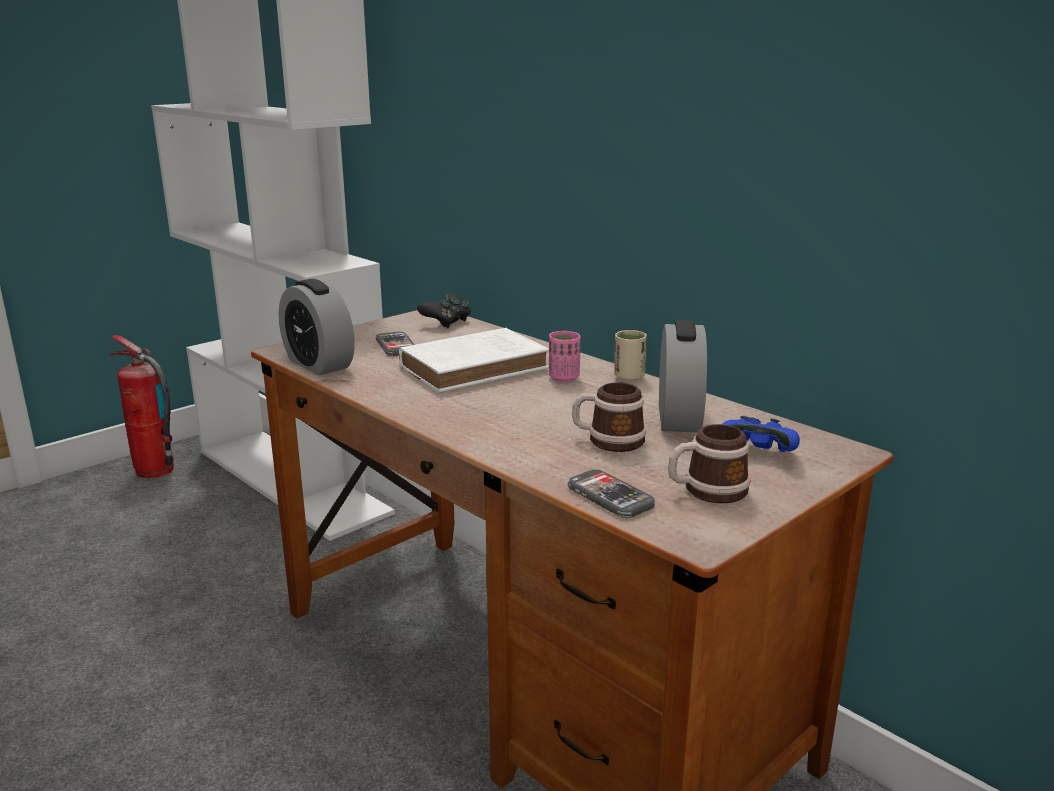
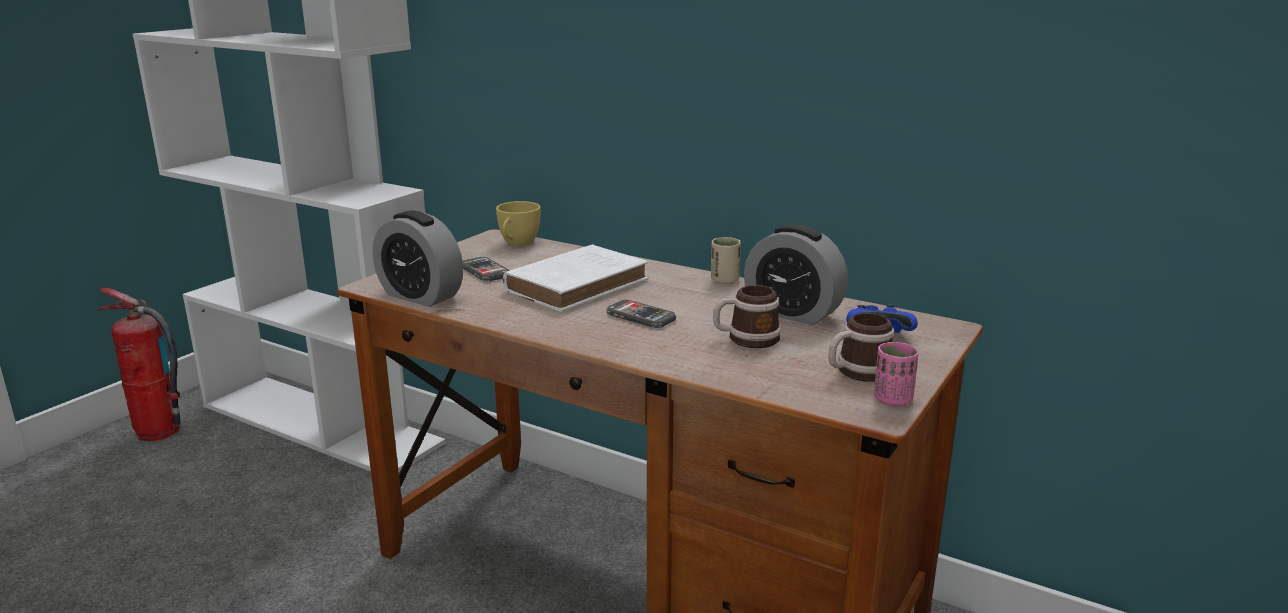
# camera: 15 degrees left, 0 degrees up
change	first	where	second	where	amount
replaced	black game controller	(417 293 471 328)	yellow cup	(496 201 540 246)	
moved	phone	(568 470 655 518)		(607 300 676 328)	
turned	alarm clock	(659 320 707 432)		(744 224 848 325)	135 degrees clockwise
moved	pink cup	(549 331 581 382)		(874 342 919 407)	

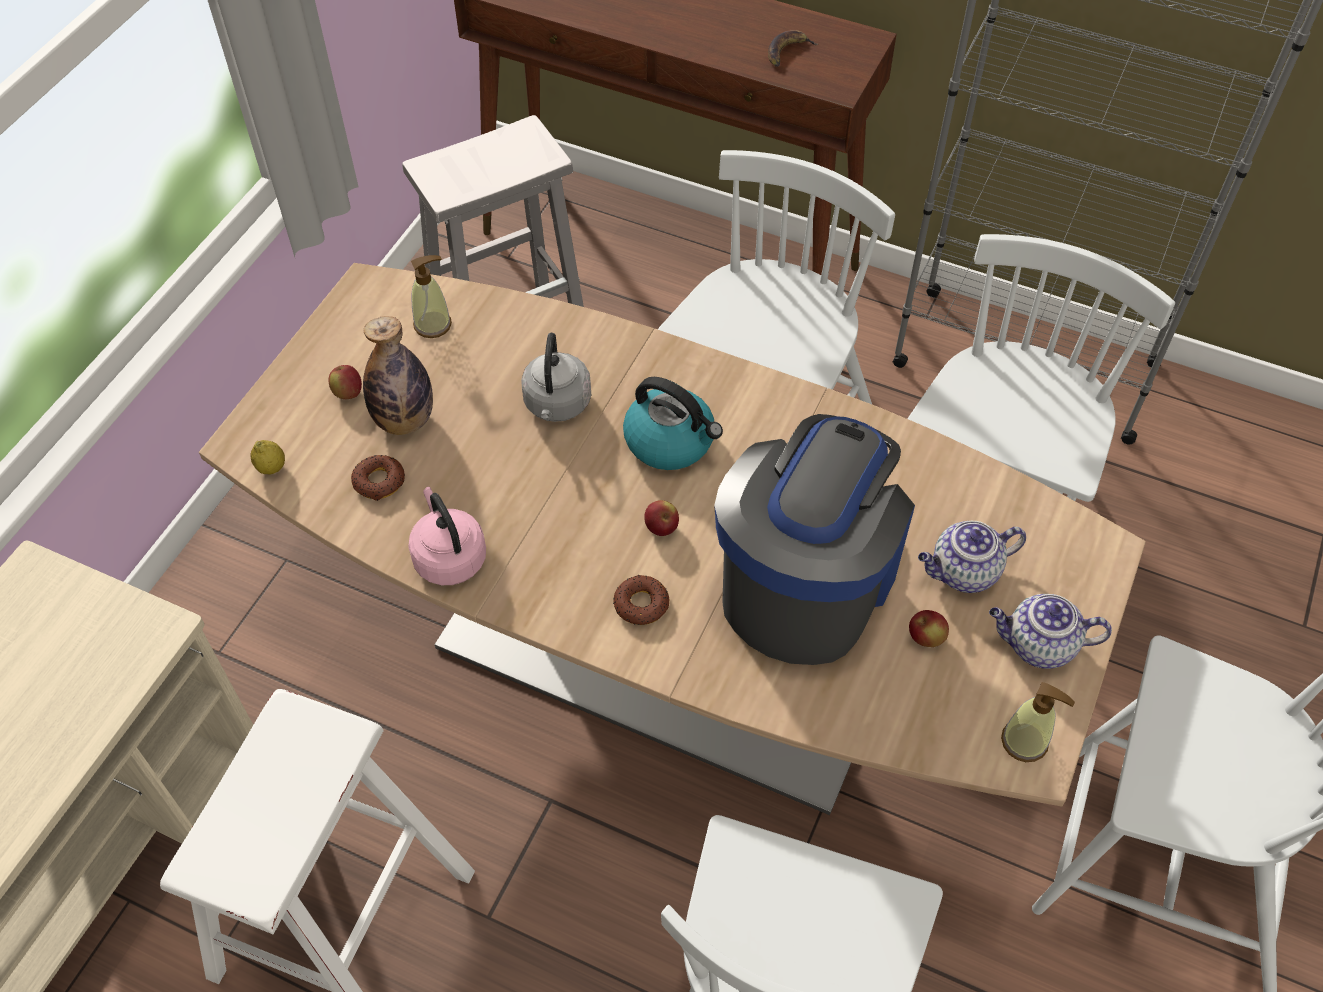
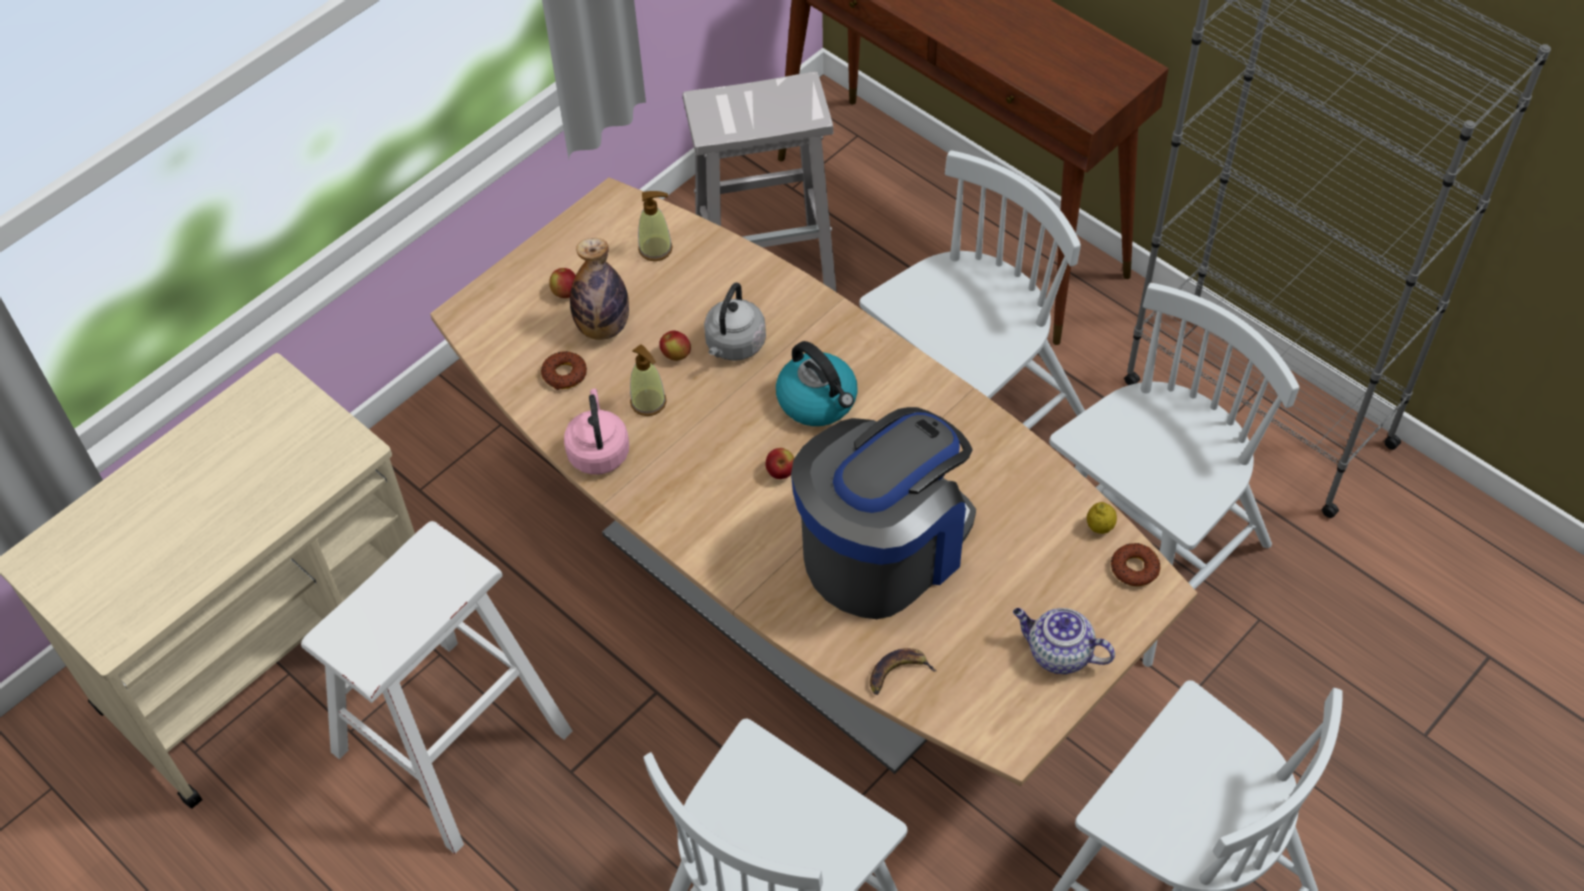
# camera: 20 degrees right, 0 degrees up
change	first	where	second	where	amount
moved	soap dispenser	(1001 682 1075 762)		(630 344 667 416)	
moved	apple	(909 610 949 647)		(659 330 691 361)	
moved	banana	(768 30 818 67)		(870 648 937 695)	
moved	lemon	(251 440 285 475)		(1087 502 1117 534)	
moved	donut	(613 575 669 625)		(1111 543 1160 586)	
removed	teapot	(918 521 1026 593)			

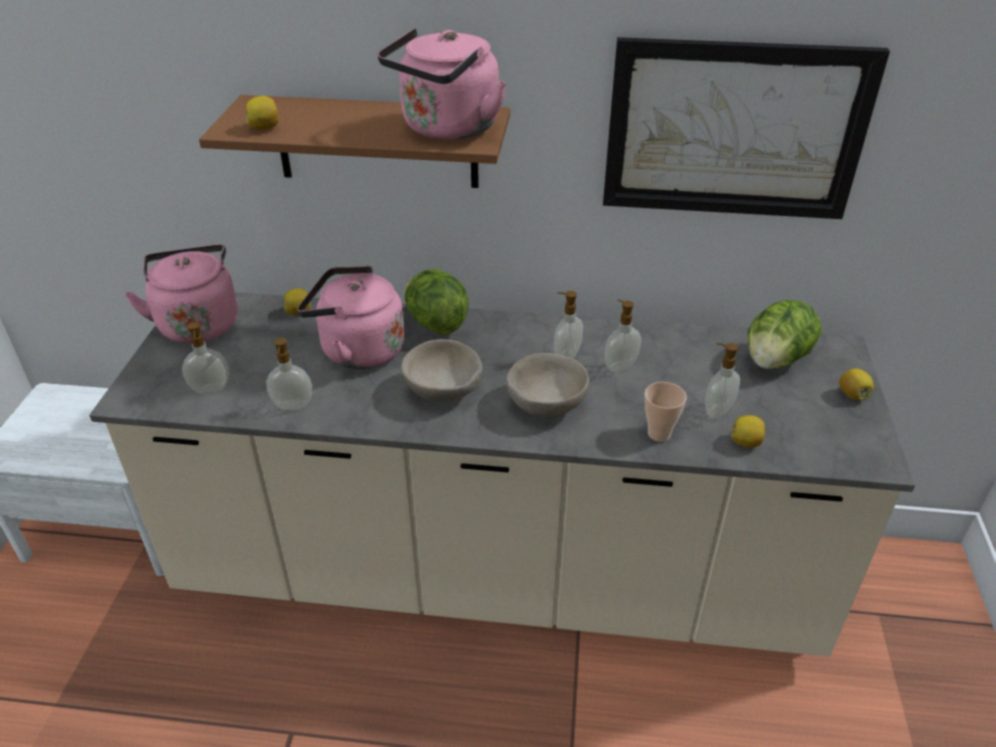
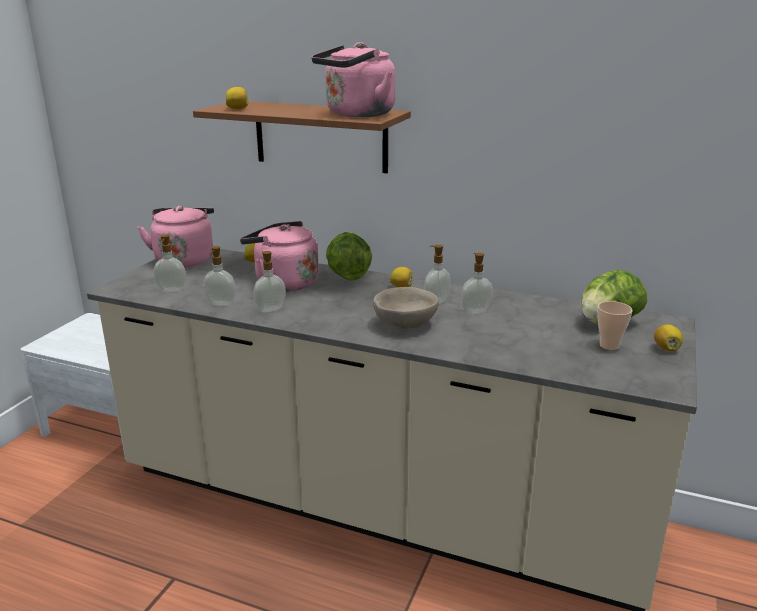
# camera: 15 degrees right, 15 degrees down
change	first	where	second	where	amount
moved	soap dispenser	(705 343 740 419)		(253 251 286 312)	
moved	lemon	(731 415 765 447)		(391 267 414 287)	
moved	cup	(644 382 687 442)		(597 301 633 350)	
removed	beige bowl	(401 339 482 402)			
removed	picture	(603 37 890 219)			

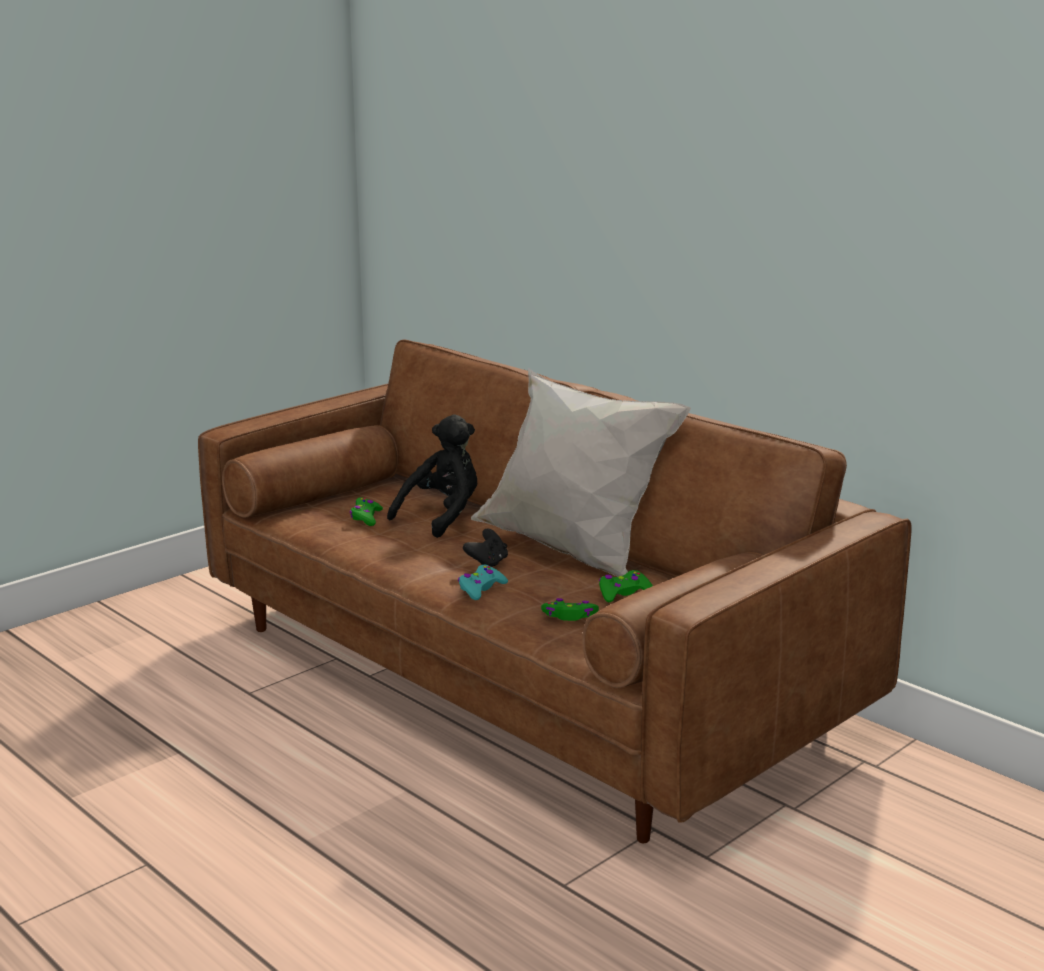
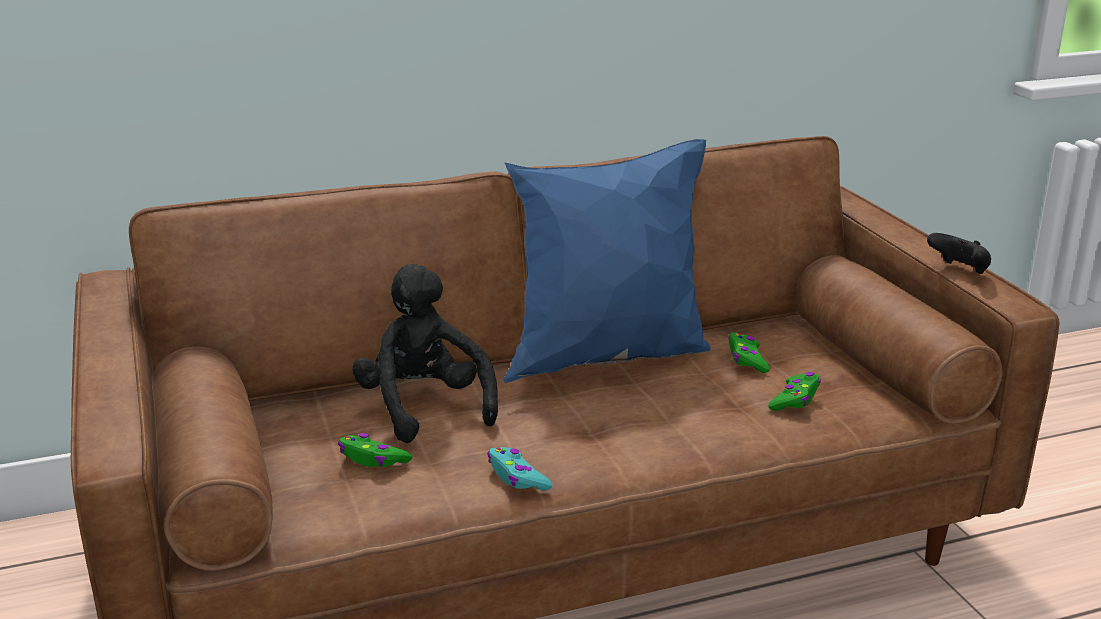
# camera: 65 degrees left, 5 degrees up
change	first	where	second	where	amount
moved	turquoise game controller	(458 565 508 600)		(487 447 553 491)	
recoloured	white pillow	(471 368 691 577)	blue pillow	(503 139 711 383)	
moved	black game controller	(463 528 508 567)		(927 233 991 274)	

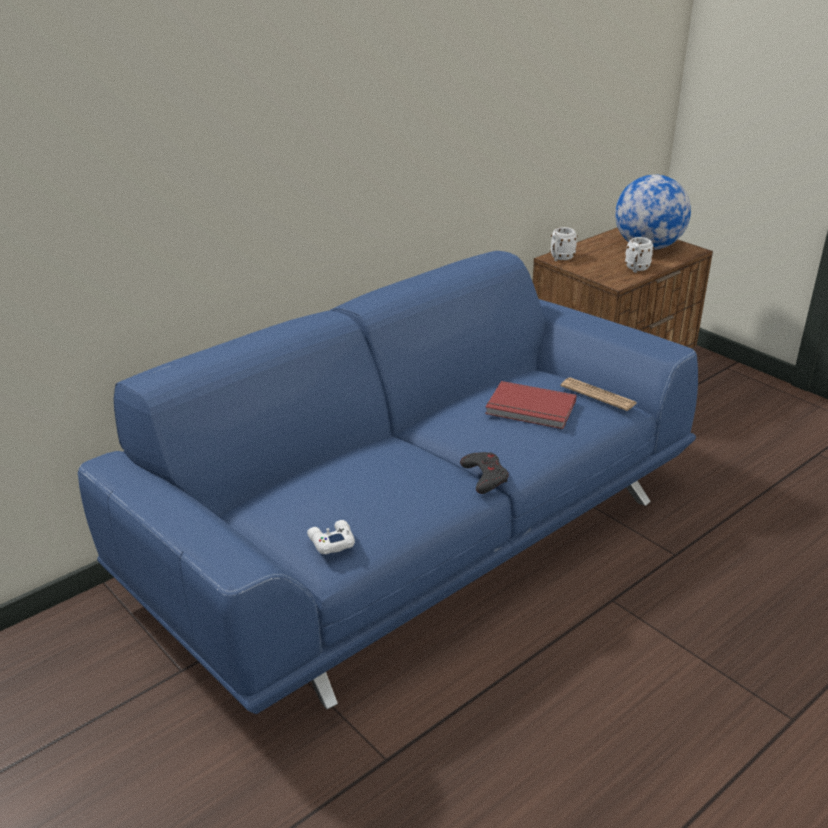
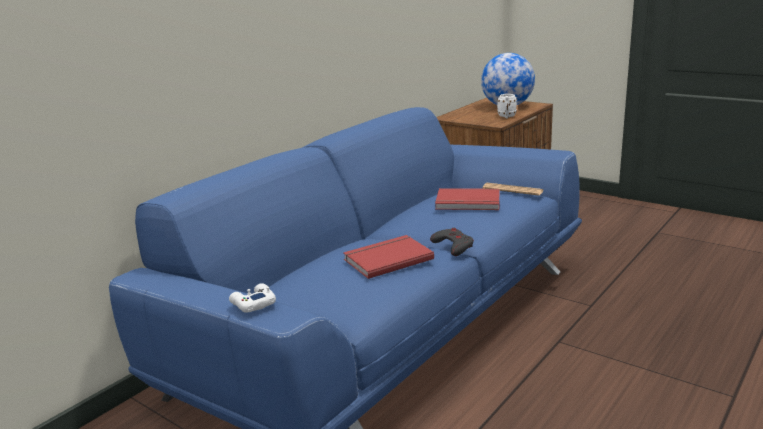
# camera: 10 degrees left, 10 degrees down
change	first	where	second	where	amount
moved	white game controller	(307 520 355 554)		(229 283 276 313)	
added			red book	(343 235 434 279)	
removed	white mug	(550 227 578 261)			

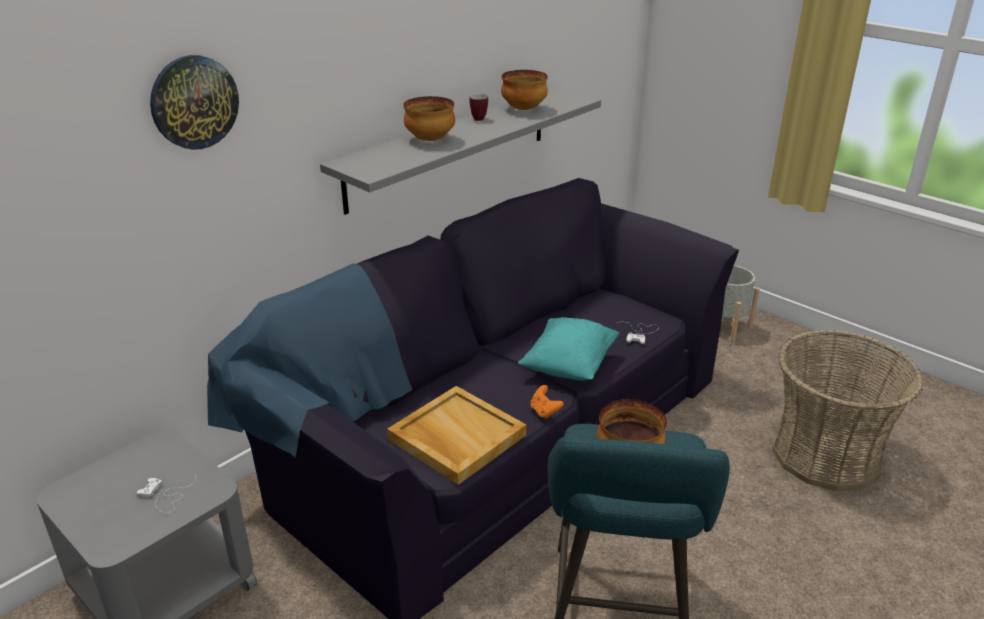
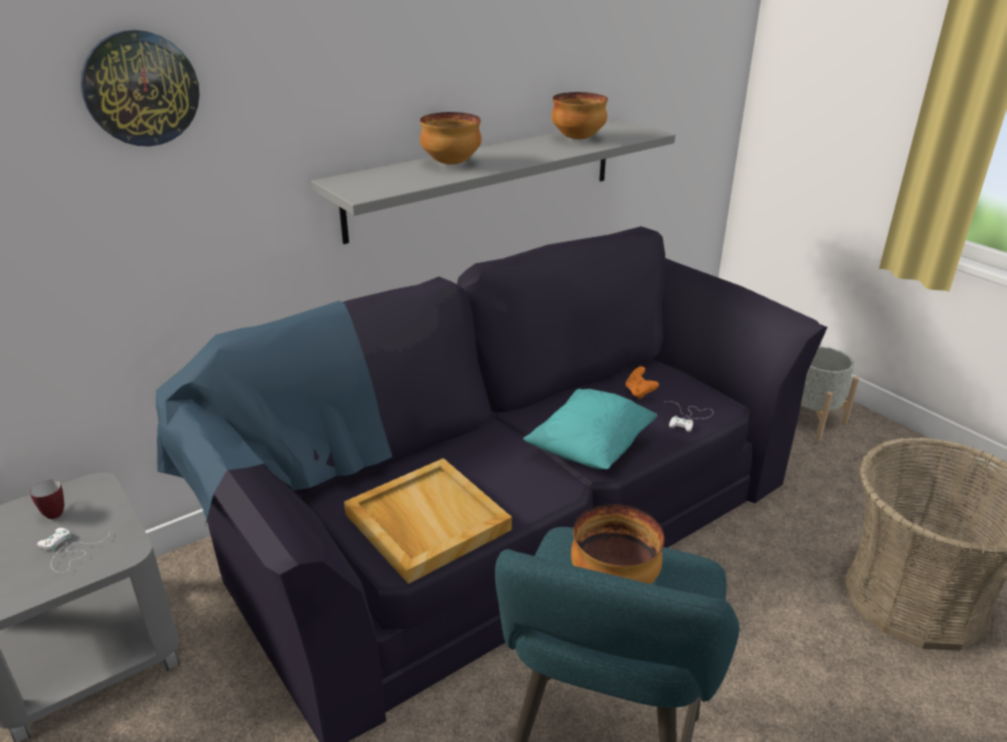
# camera: 10 degrees right, 0 degrees up
change	first	where	second	where	amount
moved	mug	(469 94 488 121)		(30 480 64 519)	
moved	orange game controller	(530 385 564 419)		(626 366 659 399)	

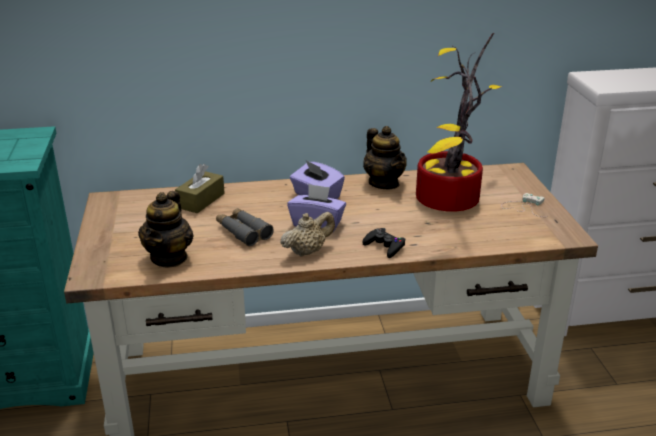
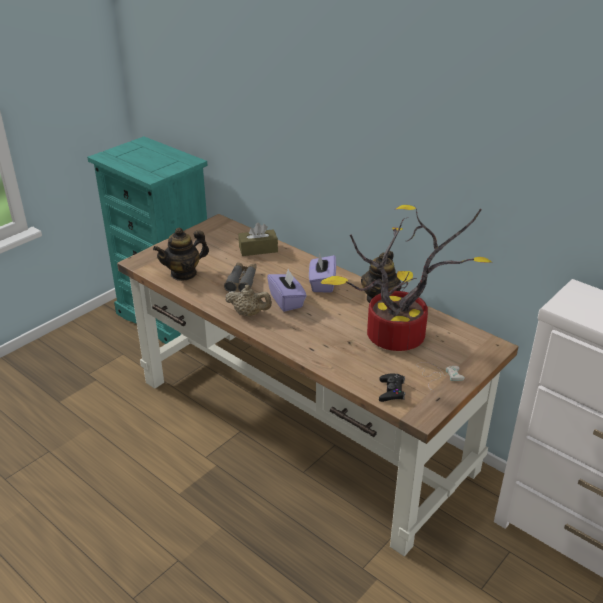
# camera: 50 degrees right, 5 degrees up
change	first	where	second	where	amount
moved	black game controller	(363 228 406 258)		(379 373 405 402)	

